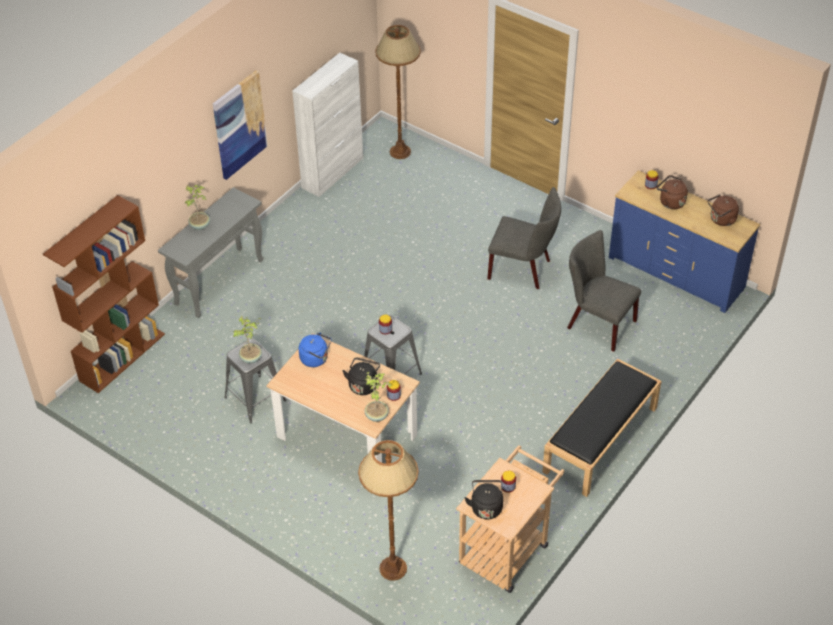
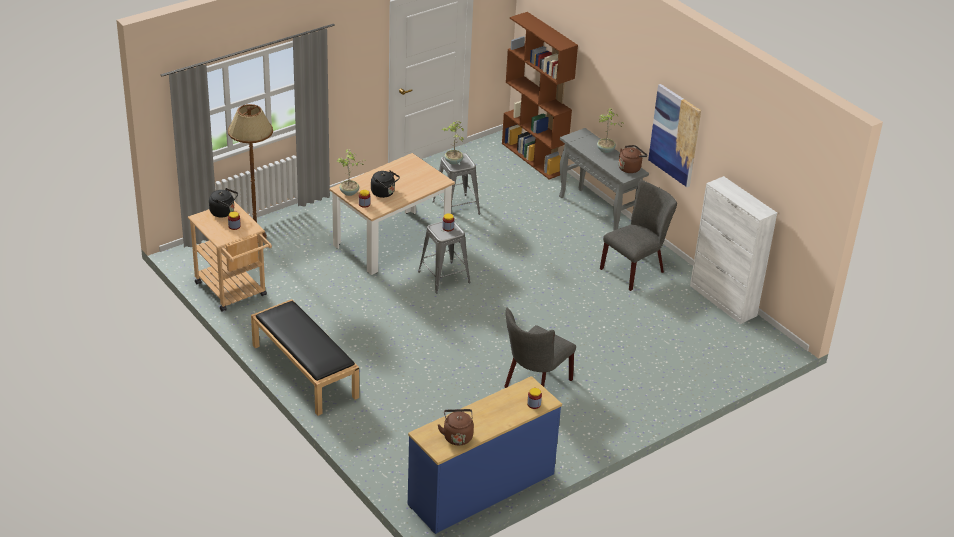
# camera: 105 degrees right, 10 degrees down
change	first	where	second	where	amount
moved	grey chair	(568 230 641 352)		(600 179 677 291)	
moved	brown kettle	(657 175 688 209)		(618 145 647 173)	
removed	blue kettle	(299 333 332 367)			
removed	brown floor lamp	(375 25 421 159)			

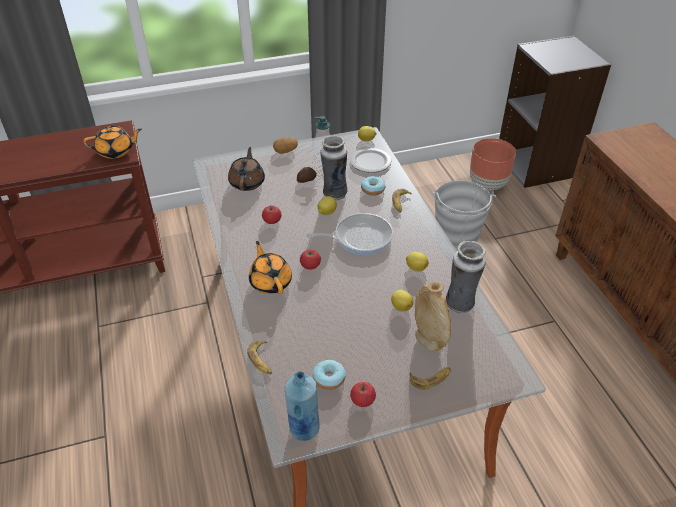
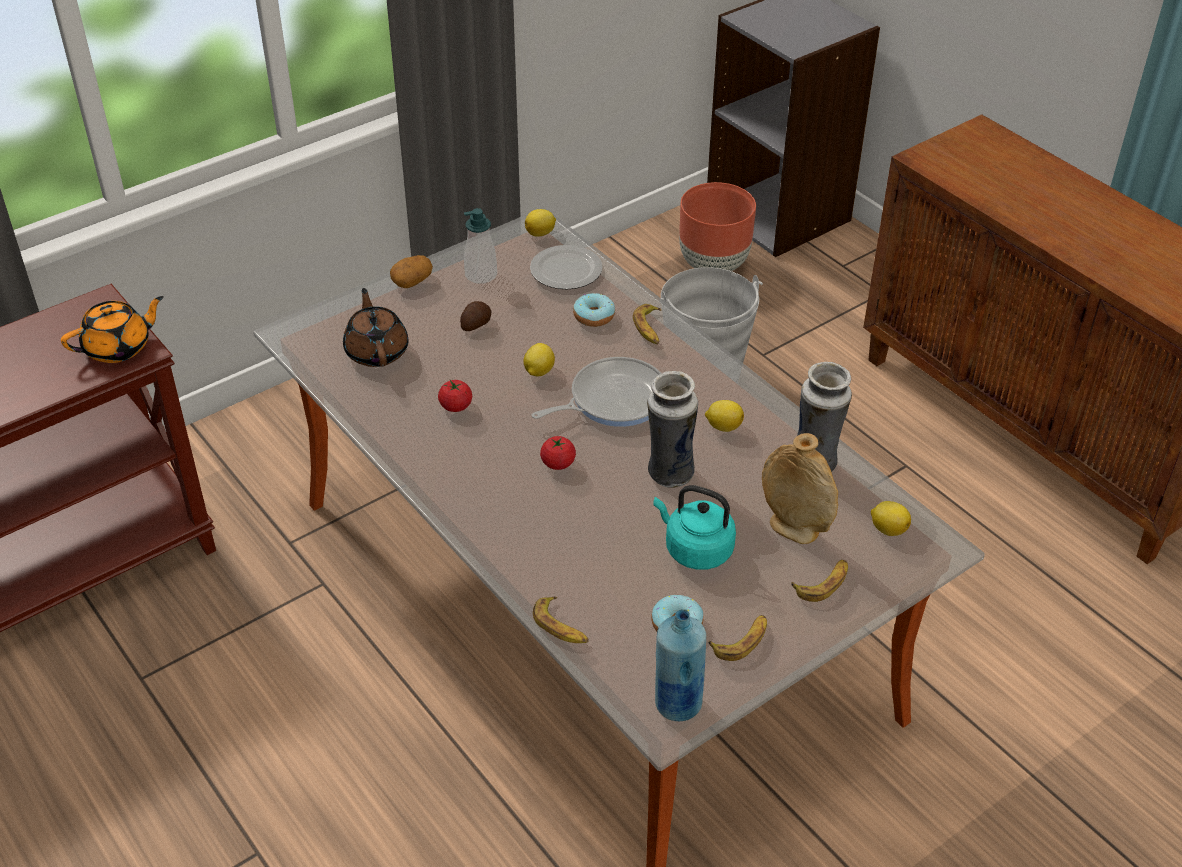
# camera: 20 degrees left, 0 degrees up
change	first	where	second	where	amount
moved	vase	(320 135 347 200)		(647 371 698 488)	
added			turquoise kettle	(653 485 736 570)	
replaced	tomato	(350 382 376 407)	banana	(709 615 767 661)	
moved	lemon	(391 290 413 312)		(871 501 911 536)	
removed	orange teapot	(249 241 292 294)			

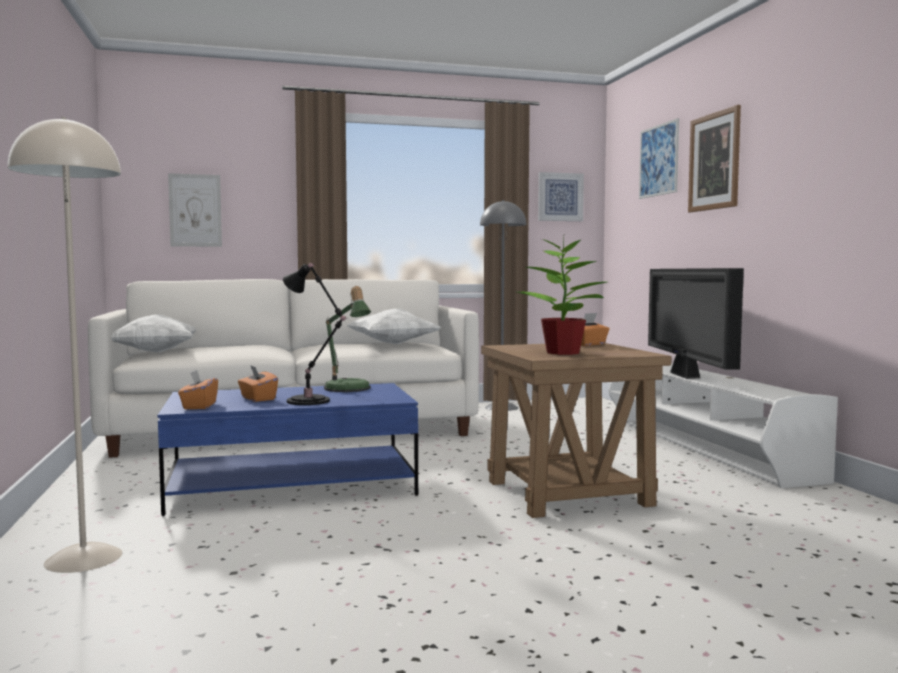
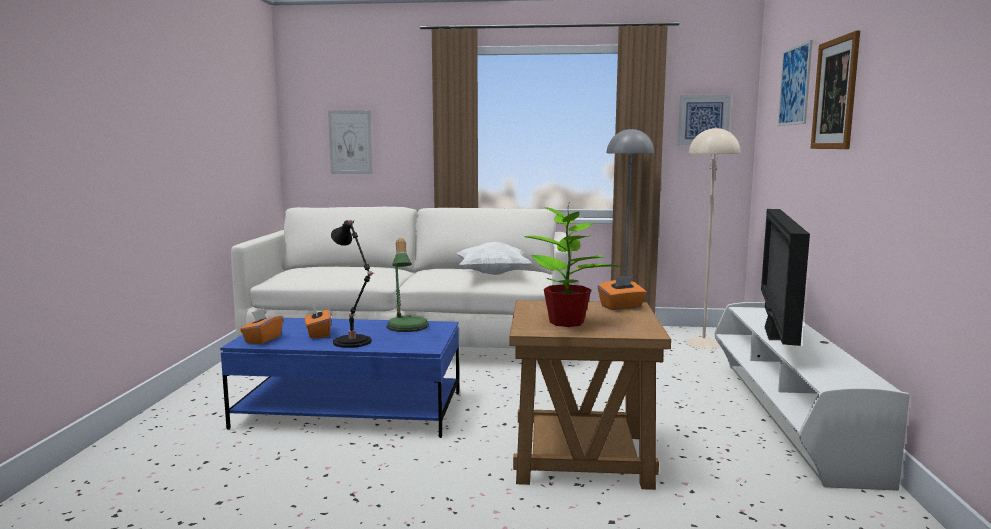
# camera: 20 degrees right, 5 degrees up
change	first	where	second	where	amount
moved	beige floor lamp	(8 117 122 573)		(685 127 741 349)	
removed	white pillow	(111 315 196 352)			

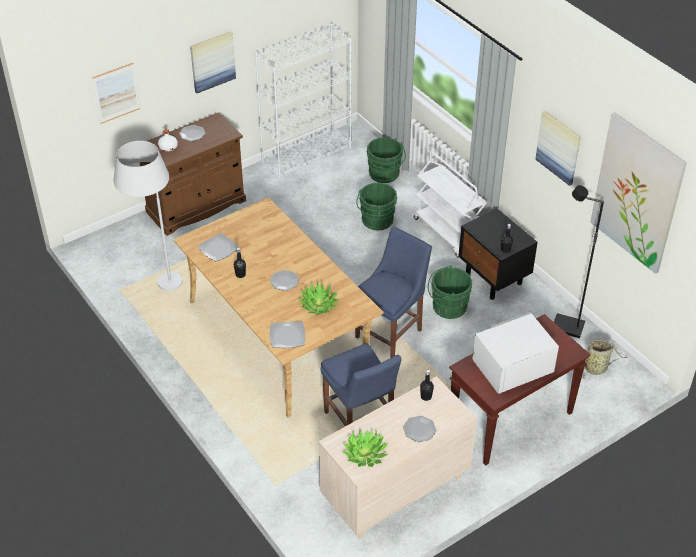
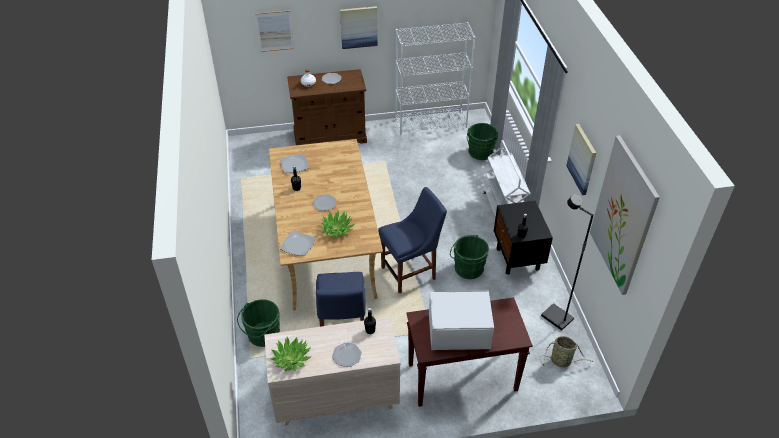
# camera: 25 degrees right, 0 degrees up
change	first	where	second	where	amount
moved	green bucket	(356 183 397 230)		(237 299 280 347)	
removed	white floor lamp	(114 141 183 291)			

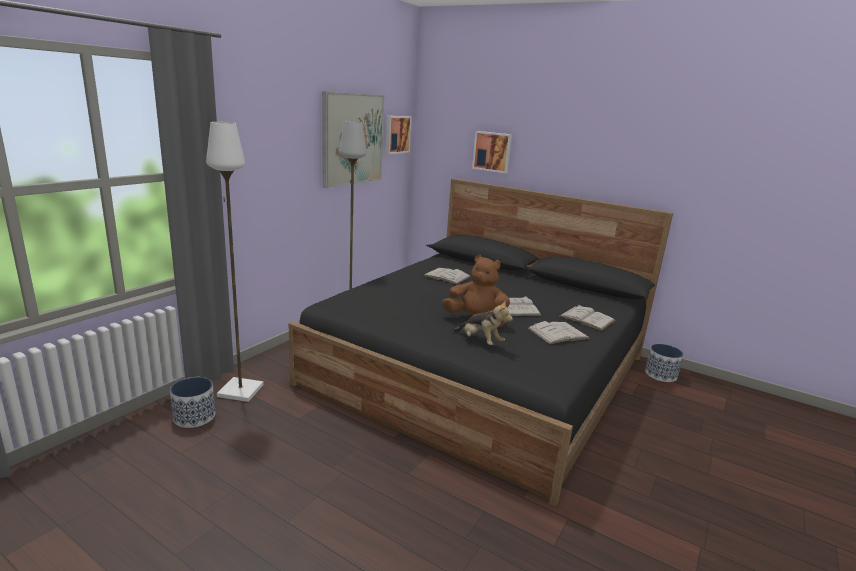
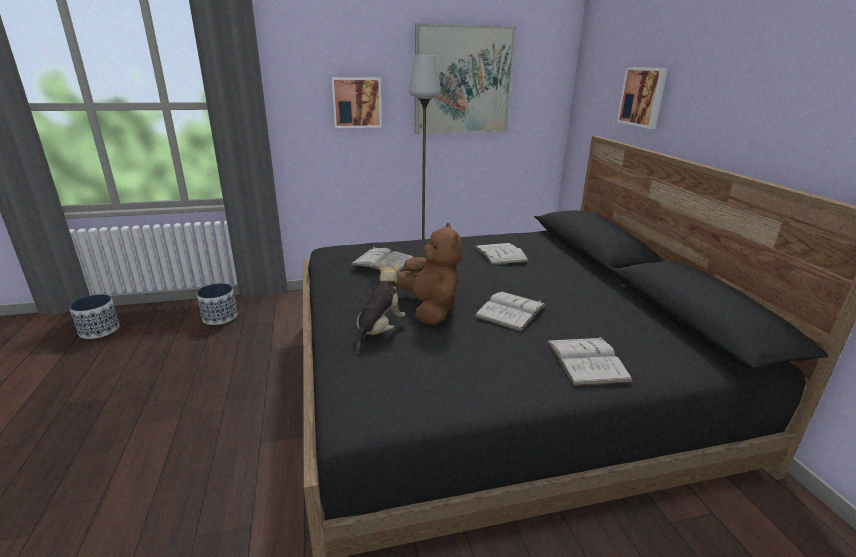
# camera: 45 degrees right, 5 degrees up
change	first	where	second	where	amount
moved	planter	(645 344 684 382)		(69 294 120 339)	
moved	picture	(385 116 412 154)		(331 77 382 128)	
moved	white book	(528 321 590 344)		(350 247 414 272)	
turned	plush toy	(453 301 513 345)		(356 263 406 354)	150 degrees counterclockwise
removed	white floor lamp	(206 122 264 402)			

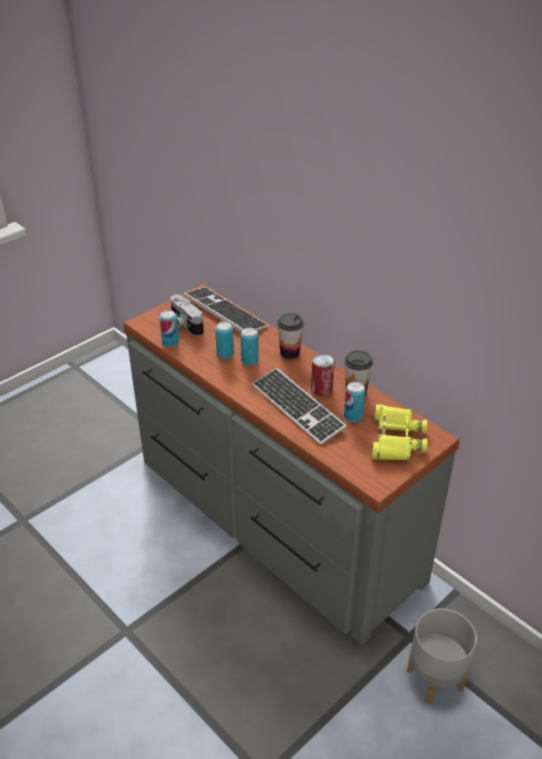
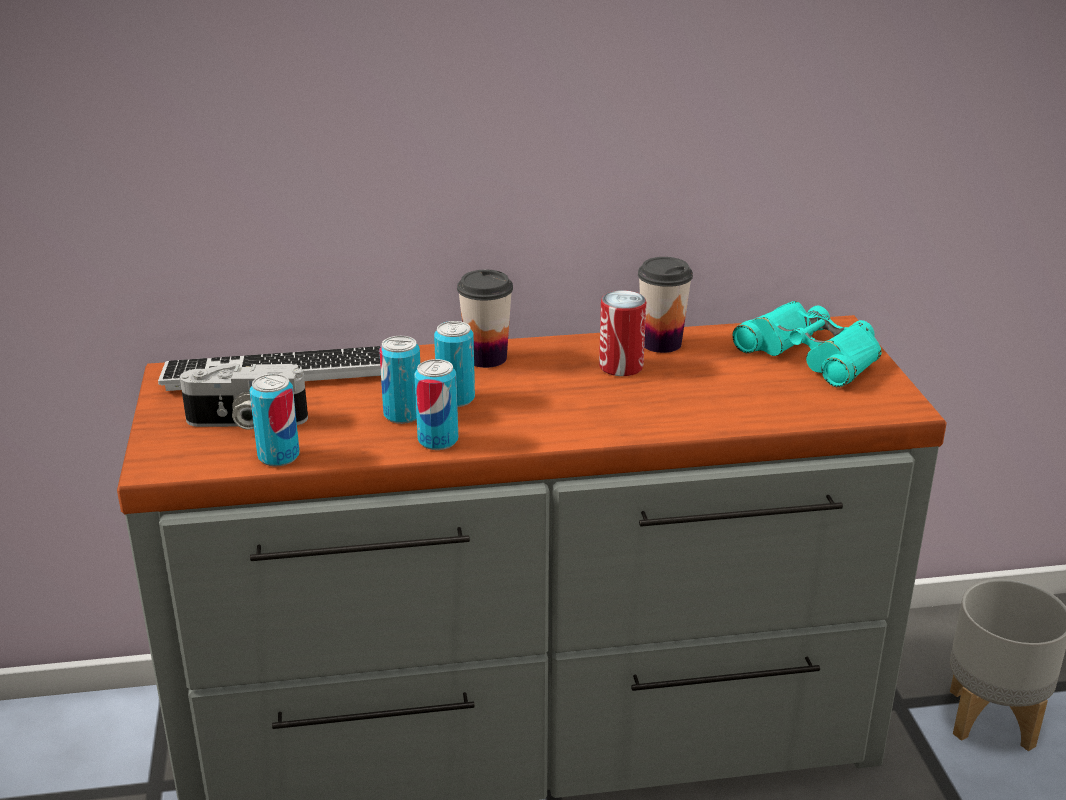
# camera: 55 degrees left, 10 degrees down
change	first	where	second	where	amount
moved	can	(344 382 365 422)		(414 359 458 450)	
recoloured	yellow binoculars	(372 404 427 460)	turquoise binoculars	(732 301 882 388)	
removed	keyboard	(252 368 347 445)			

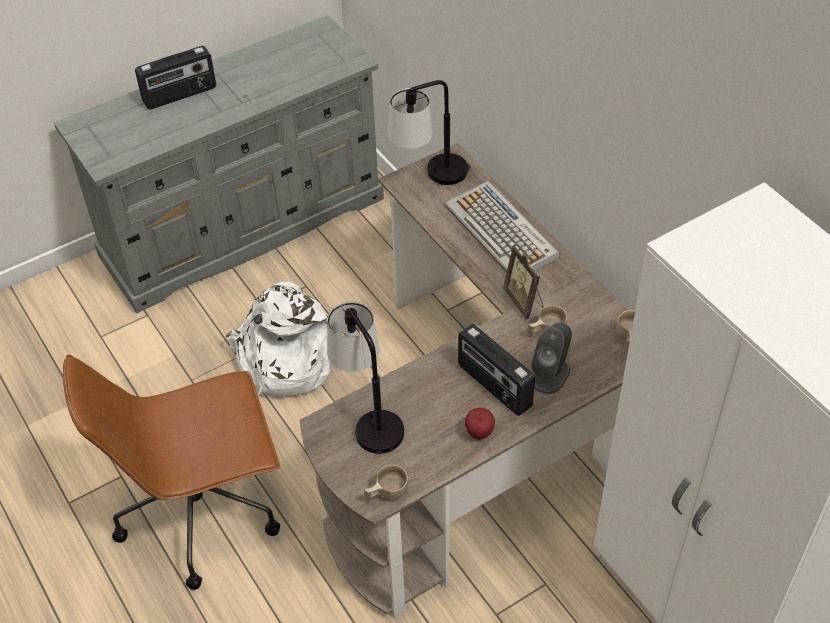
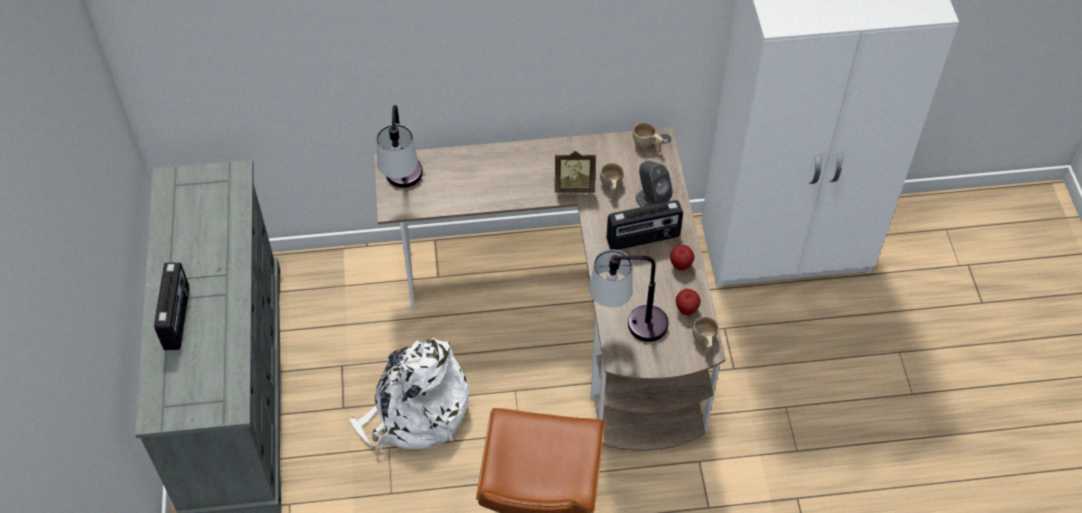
# camera: 65 degrees left, 5 degrees up
change	first	where	second	where	amount
added			apple	(676 289 701 315)	
removed	keyboard	(445 181 559 272)			

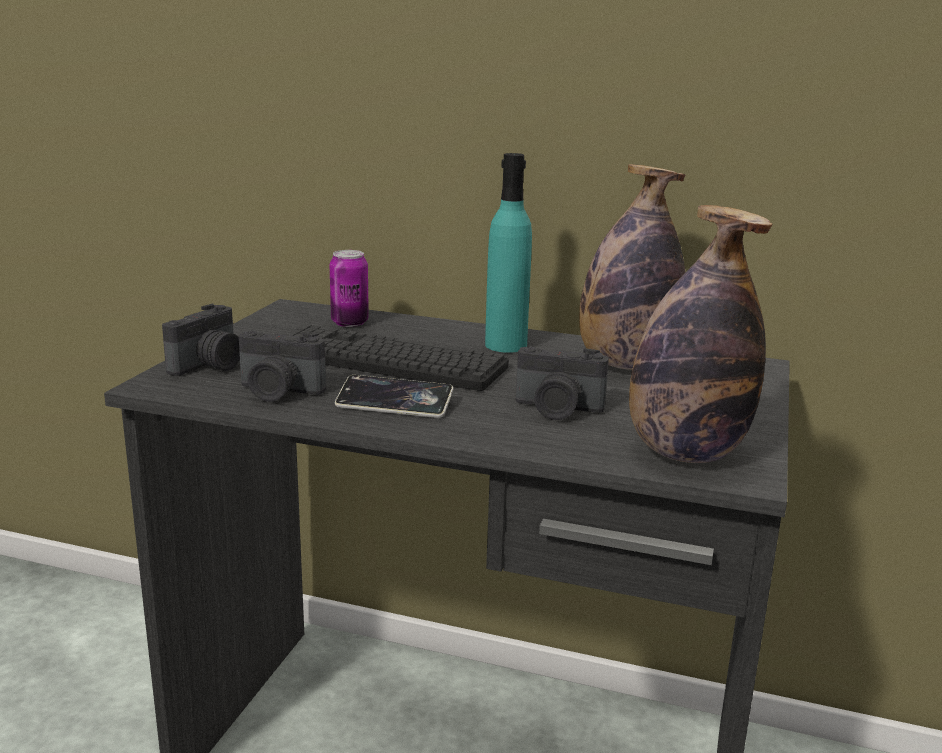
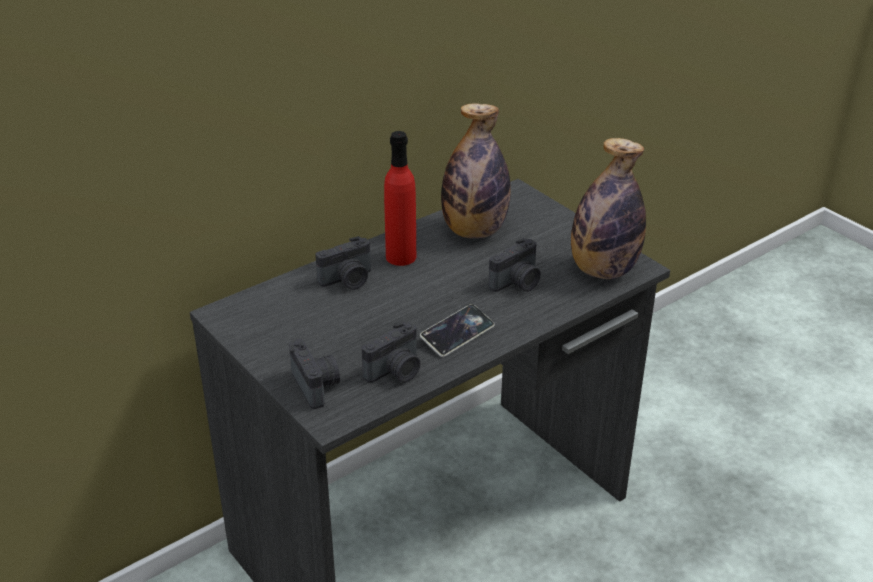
# camera: 55 degrees left, 15 degrees up
change	first	where	second	where	amount
added			photo camera	(315 236 371 290)	
recoloured	turquoise bottle	(485 153 532 353)	red bottle	(384 131 416 266)	
removed	keyboard	(285 324 509 391)			
removed	can	(329 250 369 327)			

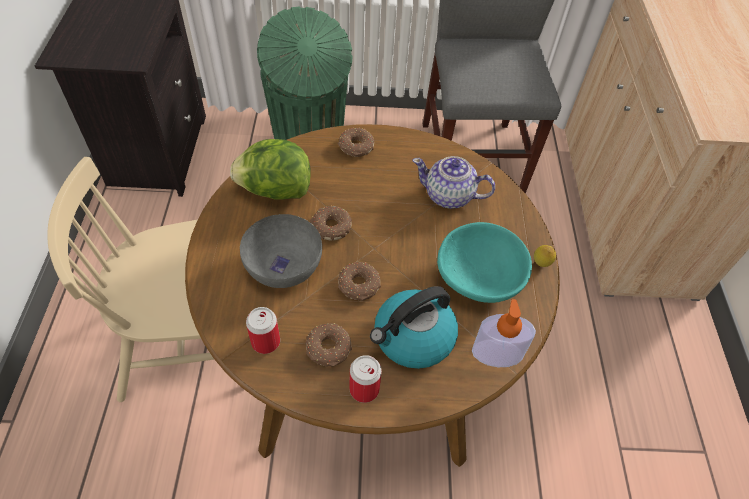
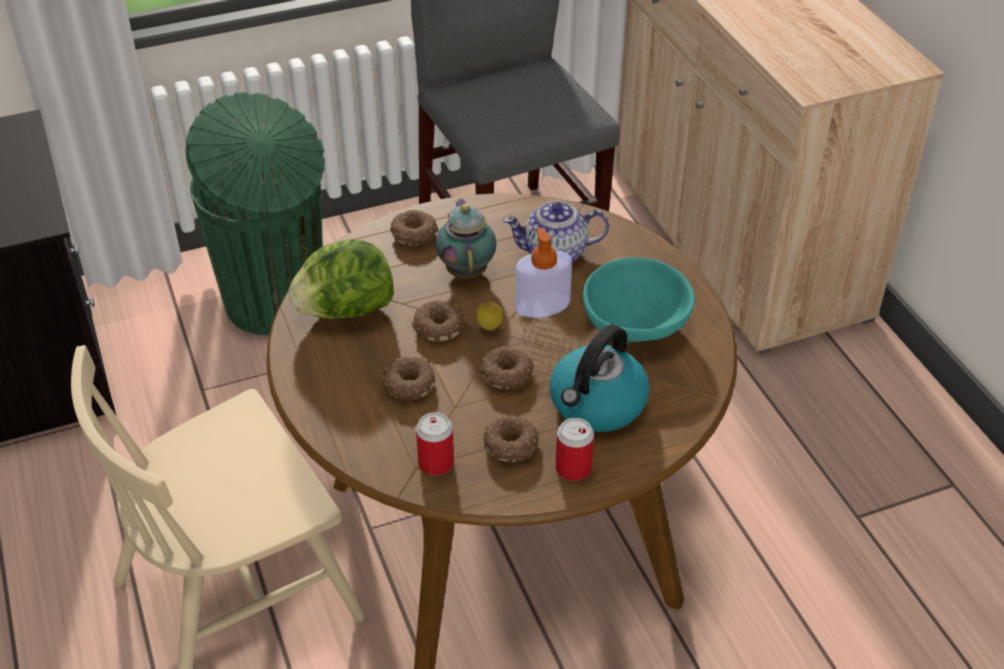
# camera: 20 degrees left, 10 degrees down
change	first	where	second	where	amount
replaced	grey bowl	(240 214 322 288)	donut	(380 356 436 400)	
added			teapot	(435 198 496 278)	
moved	lemon	(534 245 556 267)		(477 302 503 331)	
moved	soap dispenser	(472 299 536 367)		(516 227 572 318)	

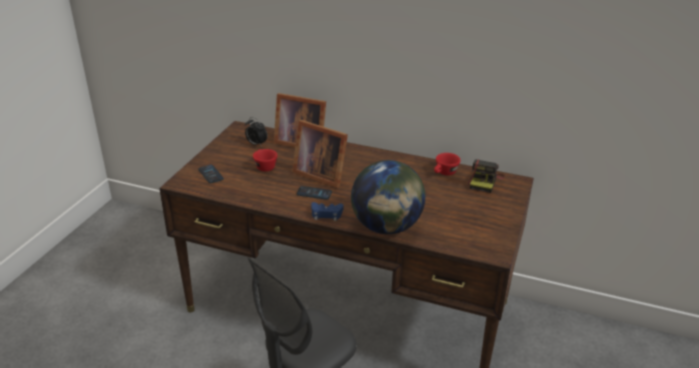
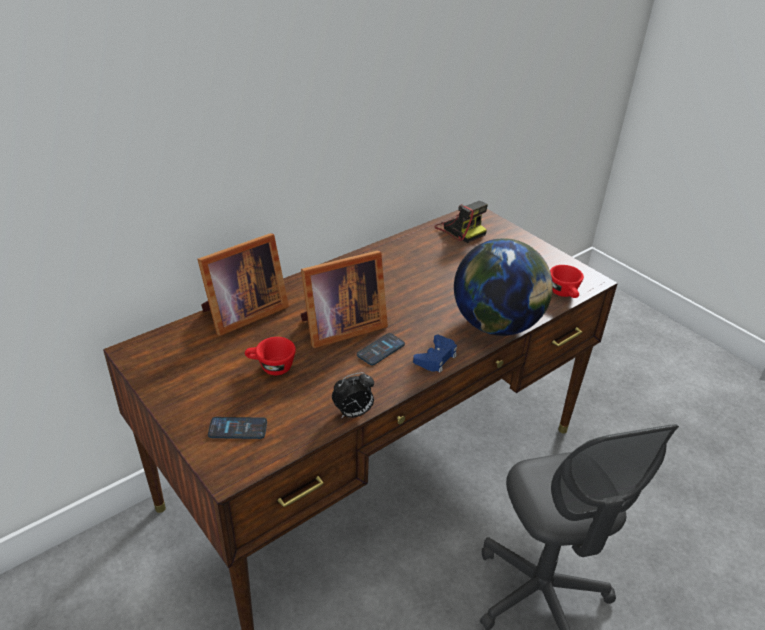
# camera: 60 degrees left, 5 degrees up
change	first	where	second	where	amount
moved	alarm clock	(245 117 268 147)		(332 372 374 418)	
moved	red cup	(434 153 460 175)		(550 265 584 298)	

